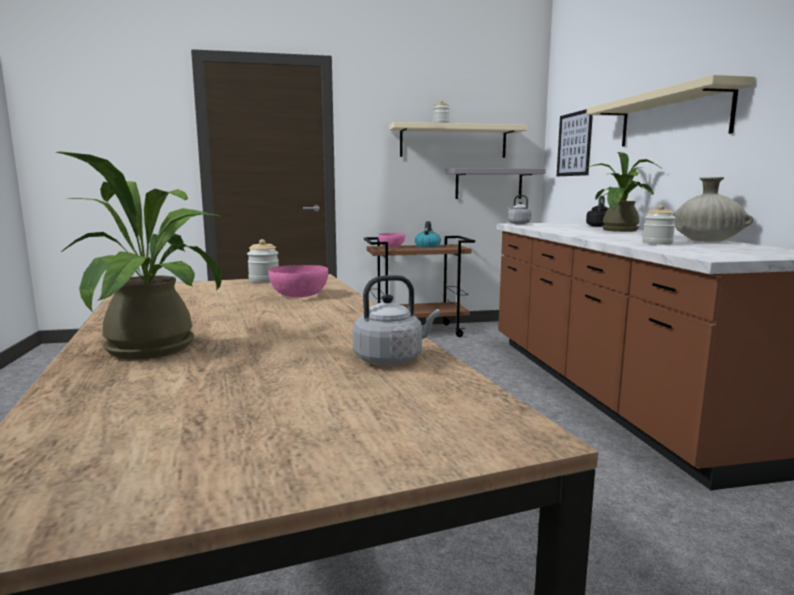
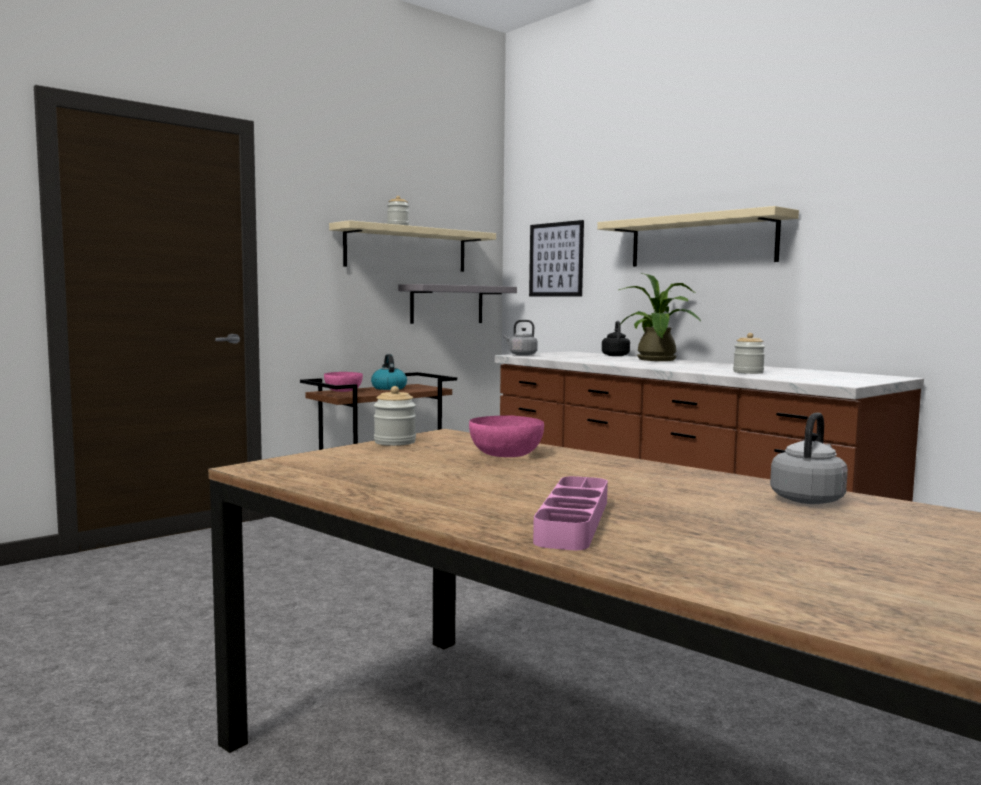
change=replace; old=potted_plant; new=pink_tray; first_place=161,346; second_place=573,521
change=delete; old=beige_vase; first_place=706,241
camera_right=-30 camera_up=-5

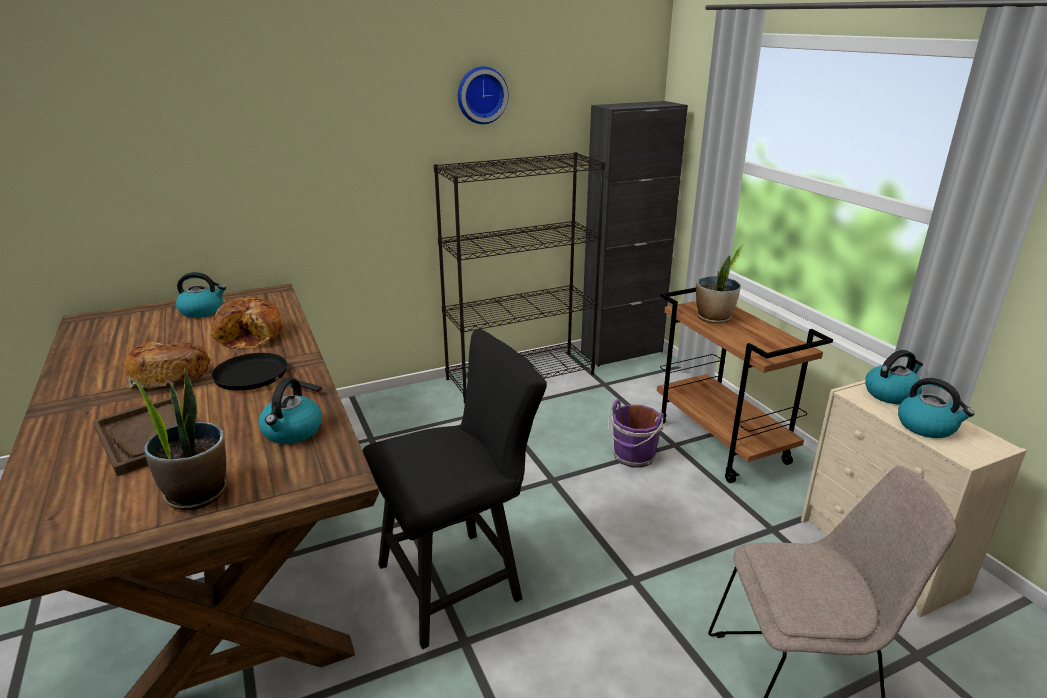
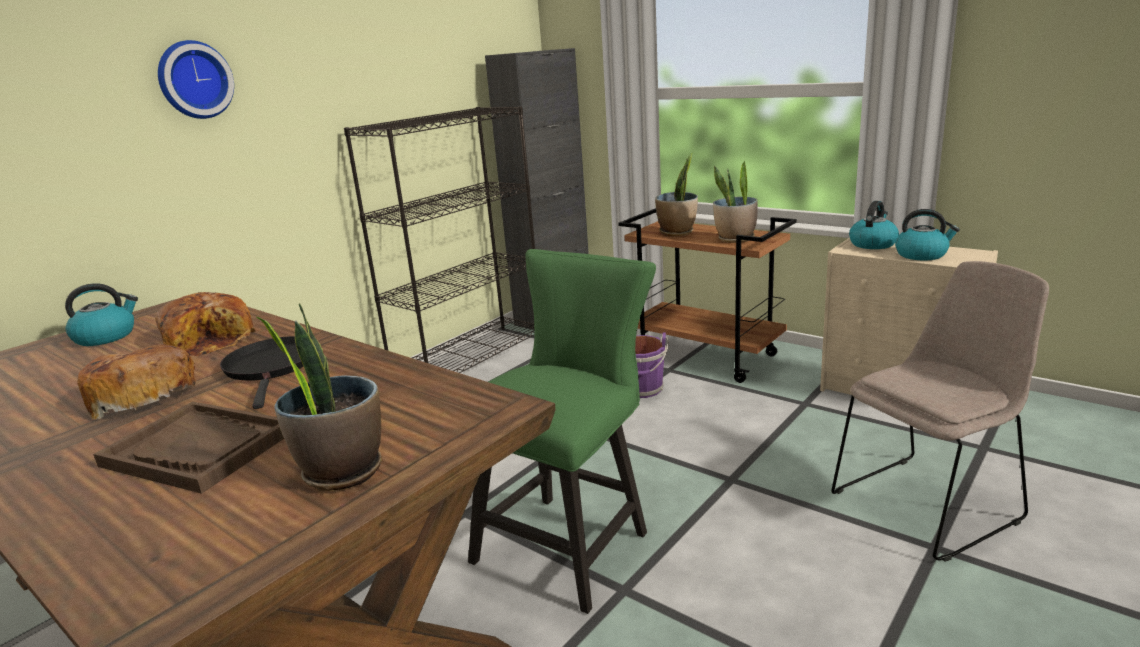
change=move; old=wall_clock; first_place=481,95; second_place=194,80
change=rotate; old=black_frying_pan; first_place=256,377; second_place=272,367; degrees=75
change=recolor; old=black_chair; new=green_chair; first_place=460,580; second_place=569,541
change=insert; new=potted_plant; second_place=735,239
change=delete; old=kettle; first_place=292,432
camera_right=-25 camera_up=-5

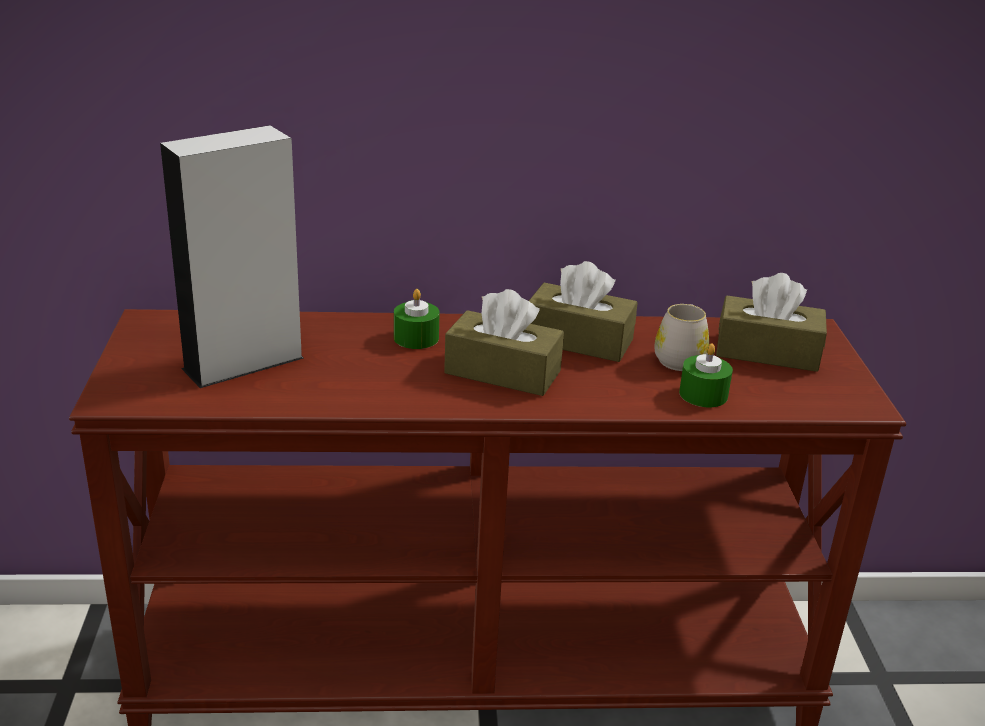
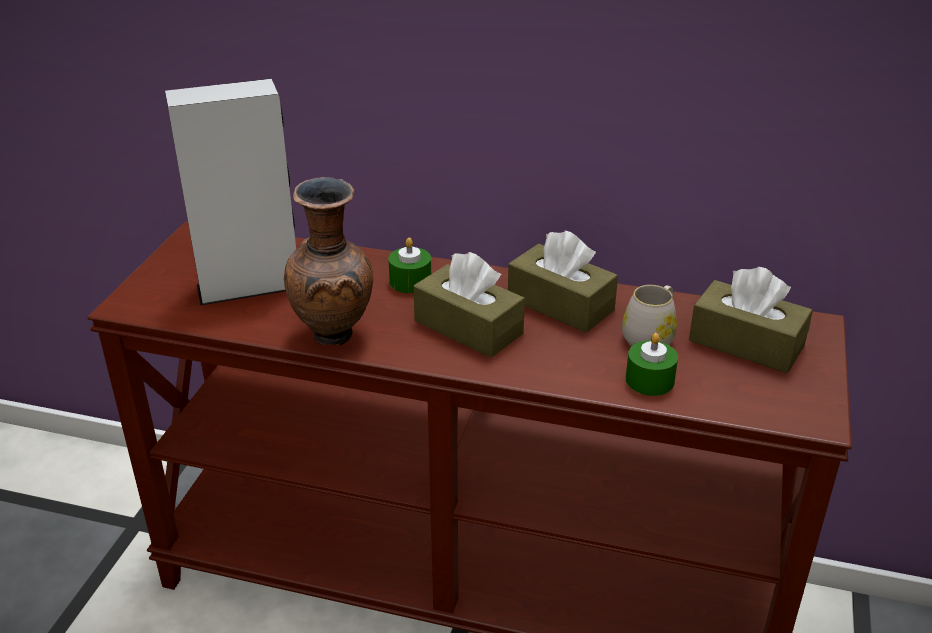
change=insert; new=brown_vase; second_place=335,337
camera_right=20 camera_up=5

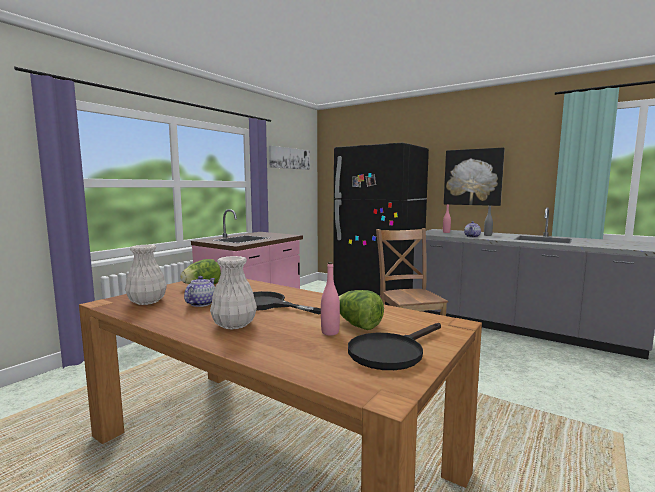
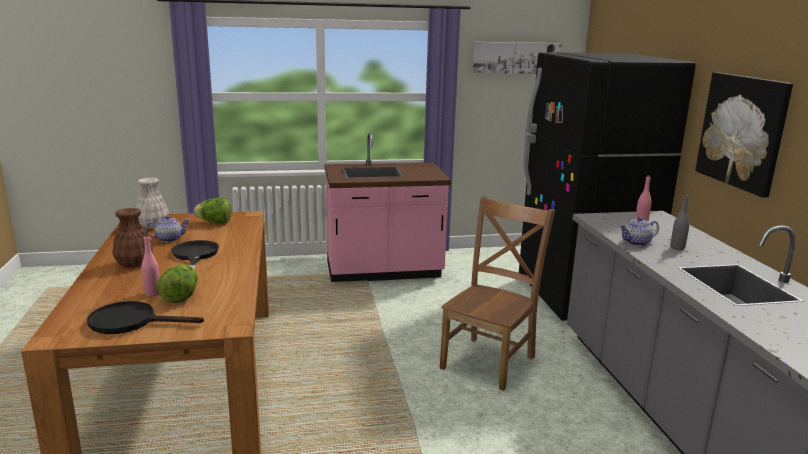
change=recolor; old=white_vase; new=brown_vase; first_place=235,325; second_place=134,264
camera_right=45 camera_up=10

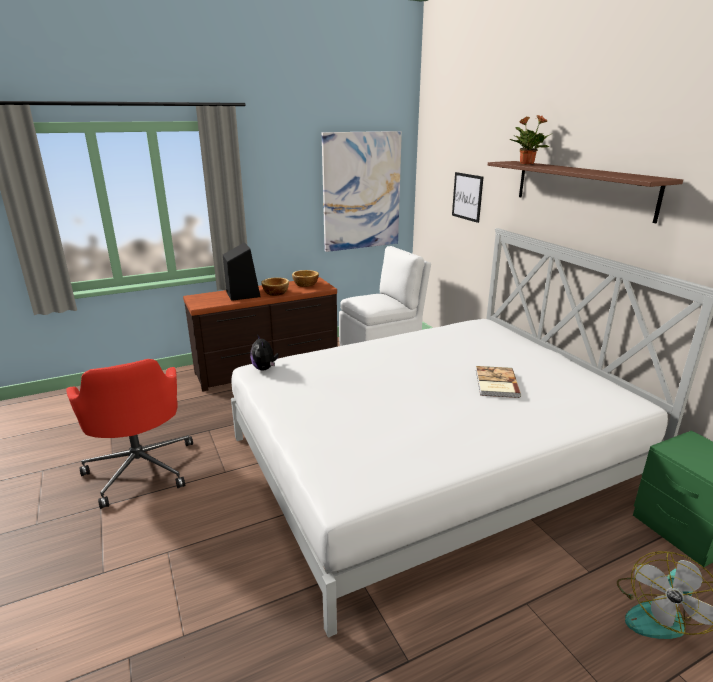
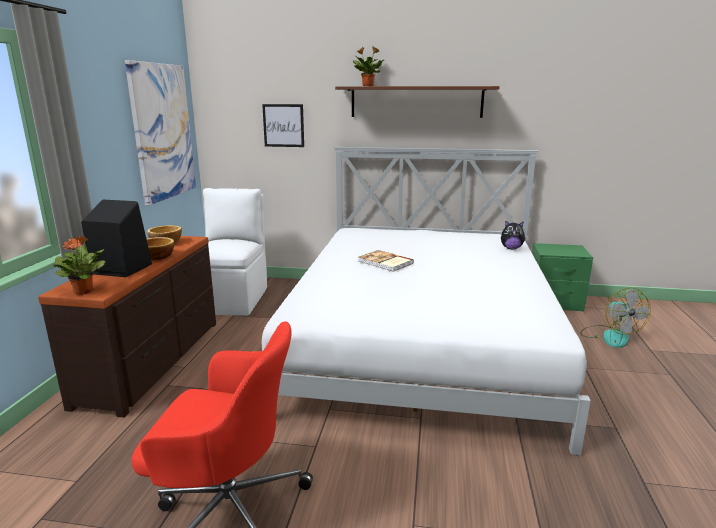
change=insert; new=potted_plant; second_place=84,291
change=move; old=book; first_place=495,383; second_place=385,262
change=move; old=plush_toy; first_place=265,368; second_place=511,248
camera_right=-55 camera_up=-5

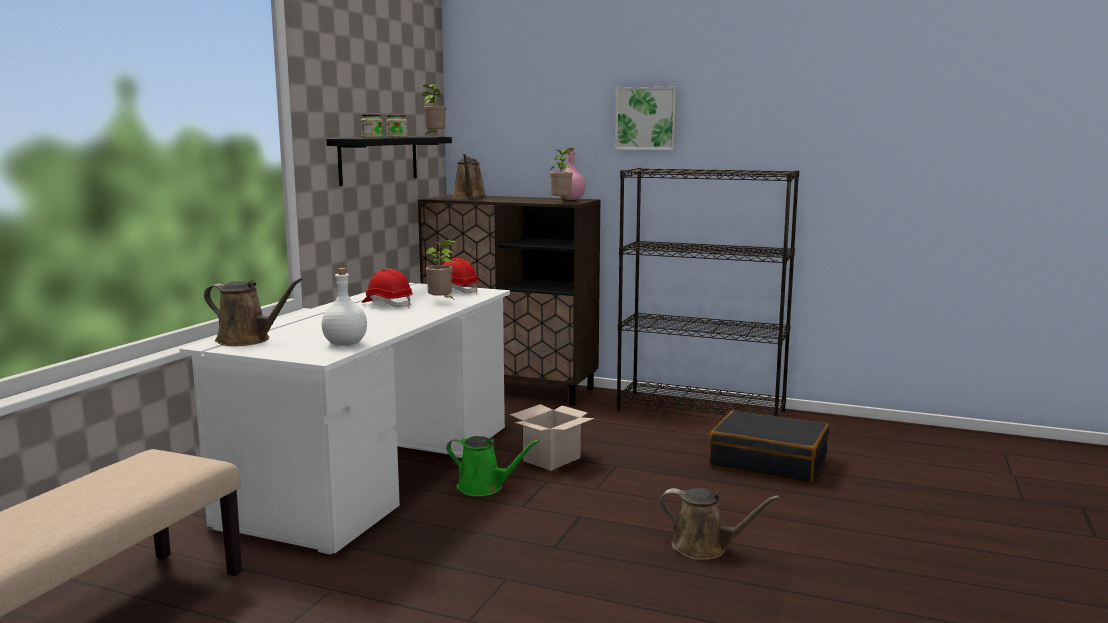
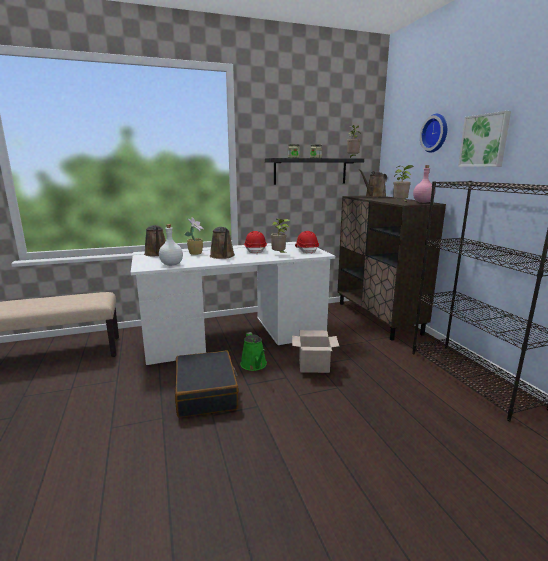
change=move; old=black_suitcase; first_place=768,462; second_place=206,392
change=insert; new=potted_plant; second_place=196,253
change=move; old=brown_watering_can; first_place=705,548; second_place=222,256
change=insert; new=wall_clock; second_place=436,133
camera_right=50 camera_up=5

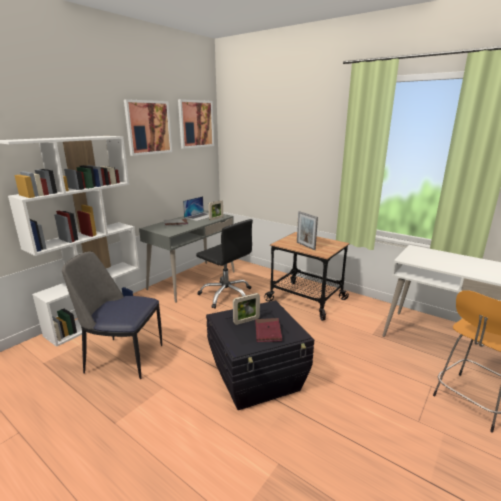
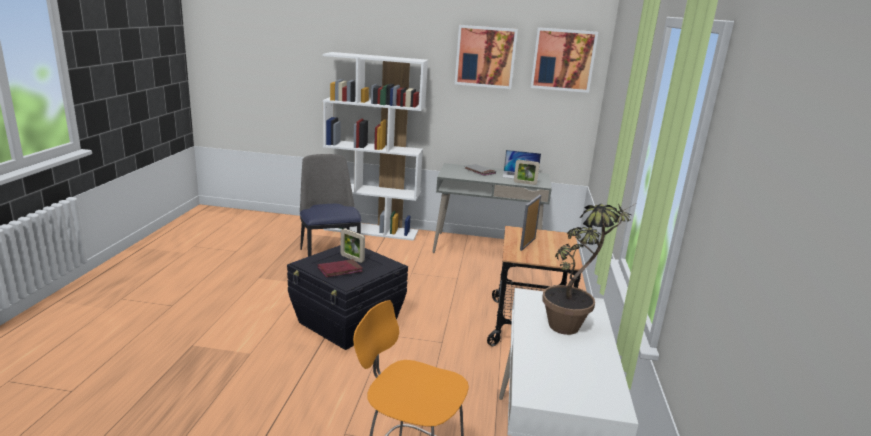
change=insert; new=potted_plant; second_place=572,324
change=delete; old=black_office_chair; first_place=226,295
camera_right=60 camera_up=0

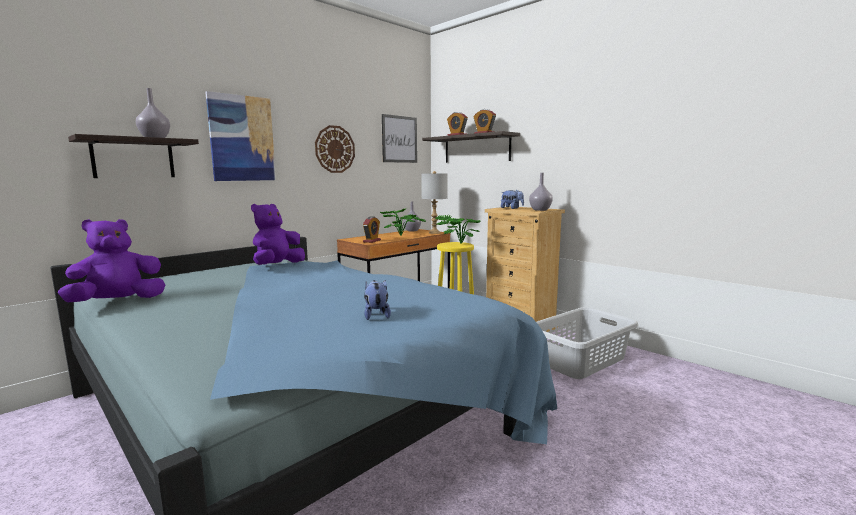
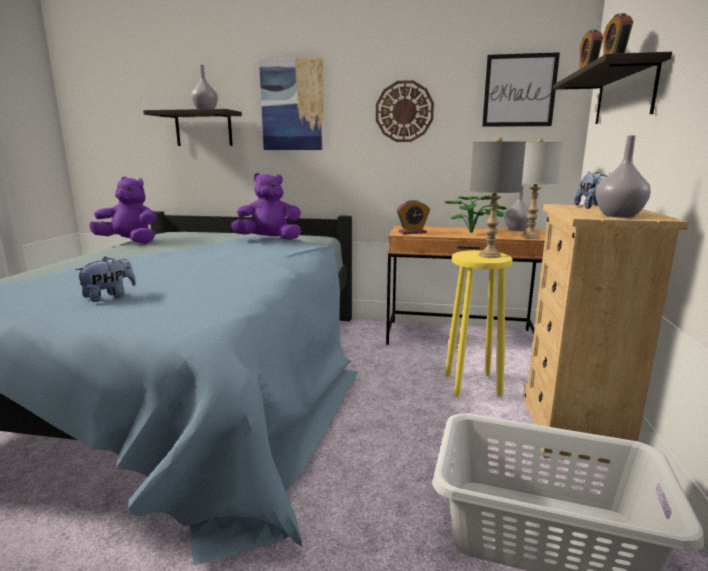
change=replace; old=potted_plant; new=grey_table_lamp; first_place=457,243; second_place=490,255
camera_right=55 camera_up=5

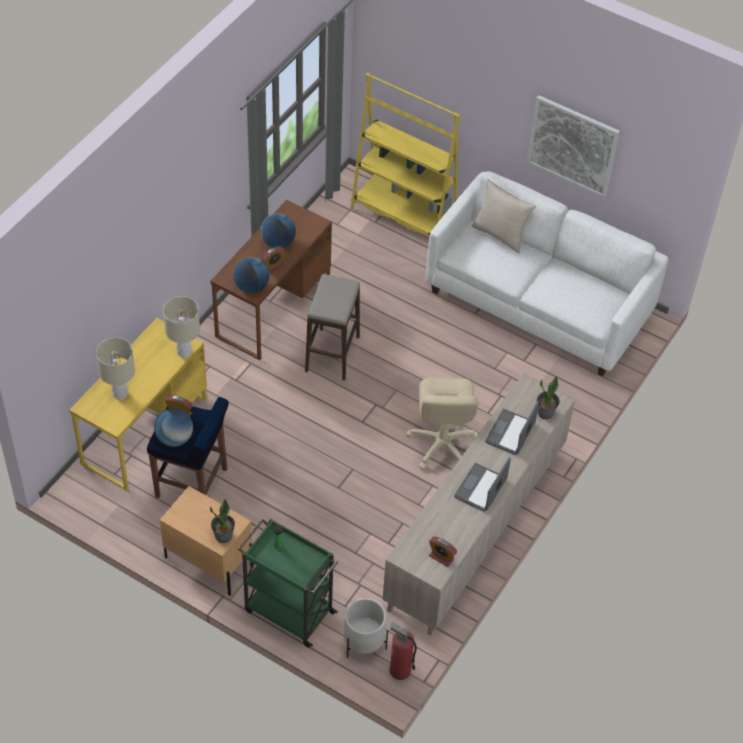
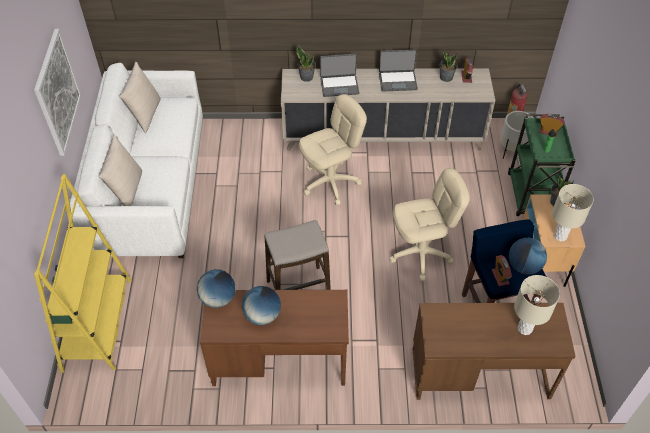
change=insert; new=beige_pillow; second_place=145,115
change=move; old=globe; first_place=251,287; second_place=218,298
change=insert; new=beige_office_chair; second_place=421,254
change=recolor; old=yellow_desk; new=brown_desk; first_place=145,431; second_place=479,373
change=insert; new=potted_plant; second_place=446,77
change=move; old=alarm_clock; first_place=273,266; second_place=548,132
change=move; old=beige_table_lamp; first_place=184,352; second_place=560,236
camera_right=-120 camera_up=0

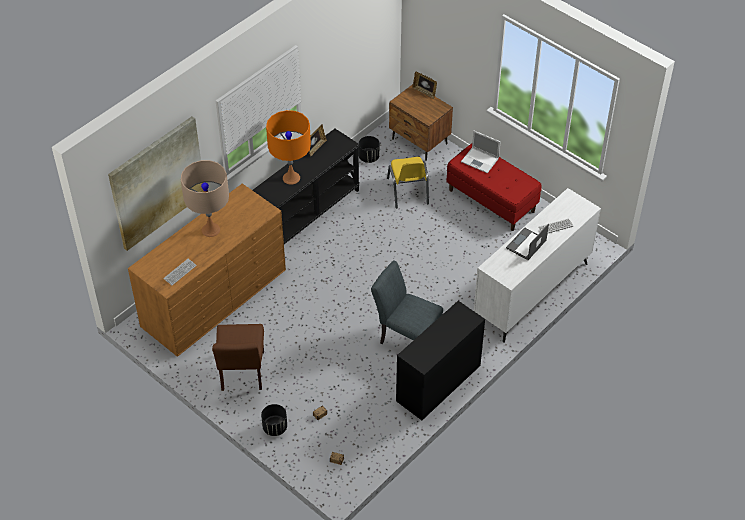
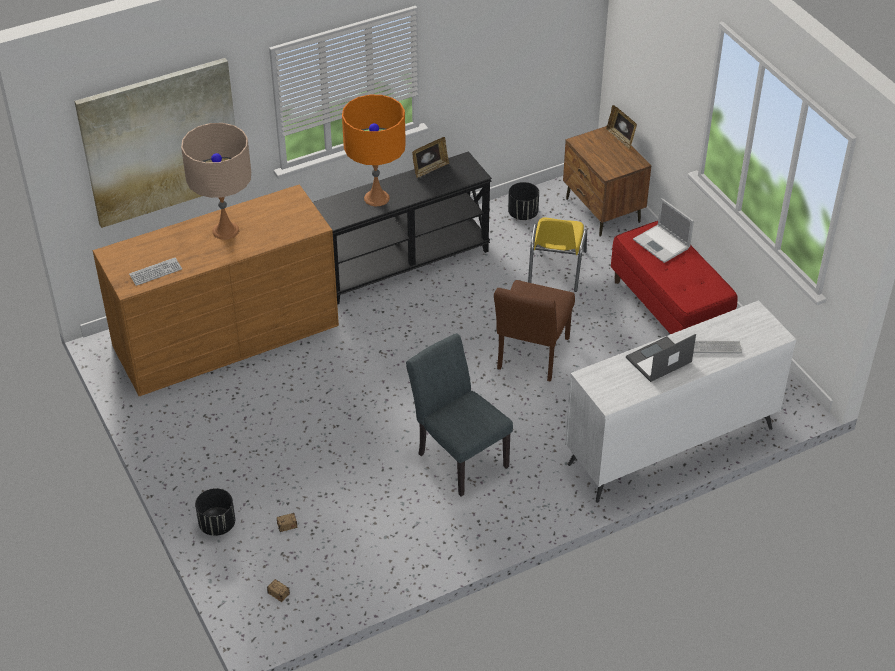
change=move; old=brown_chair; first_place=242,375; second_place=530,358
change=delete; old=black_desk; first_place=438,383
camera_right=20 camera_up=-5

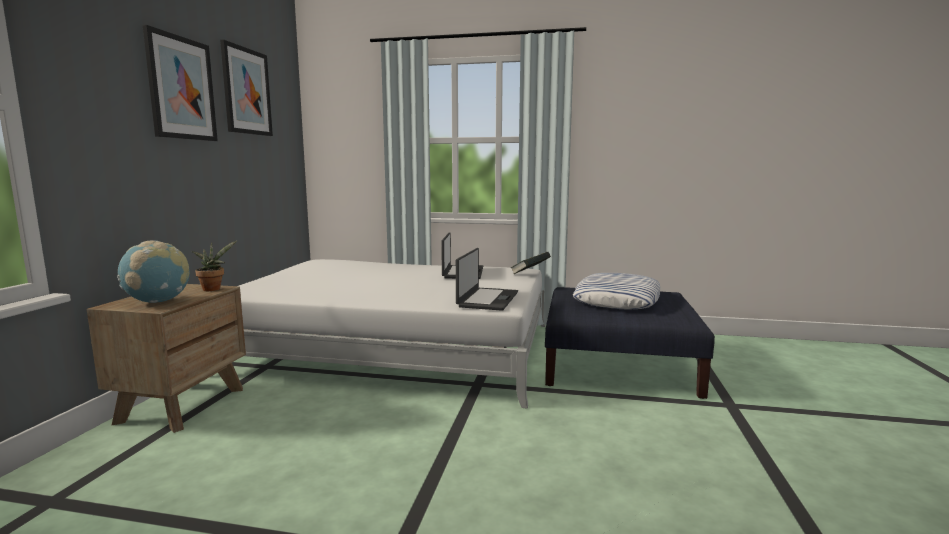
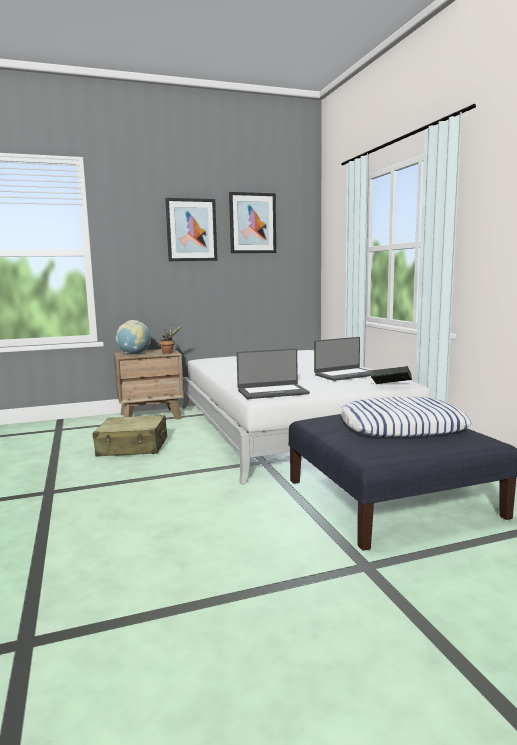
change=insert; new=beige_suitcase; second_place=133,447
camera_right=60 camera_up=0

